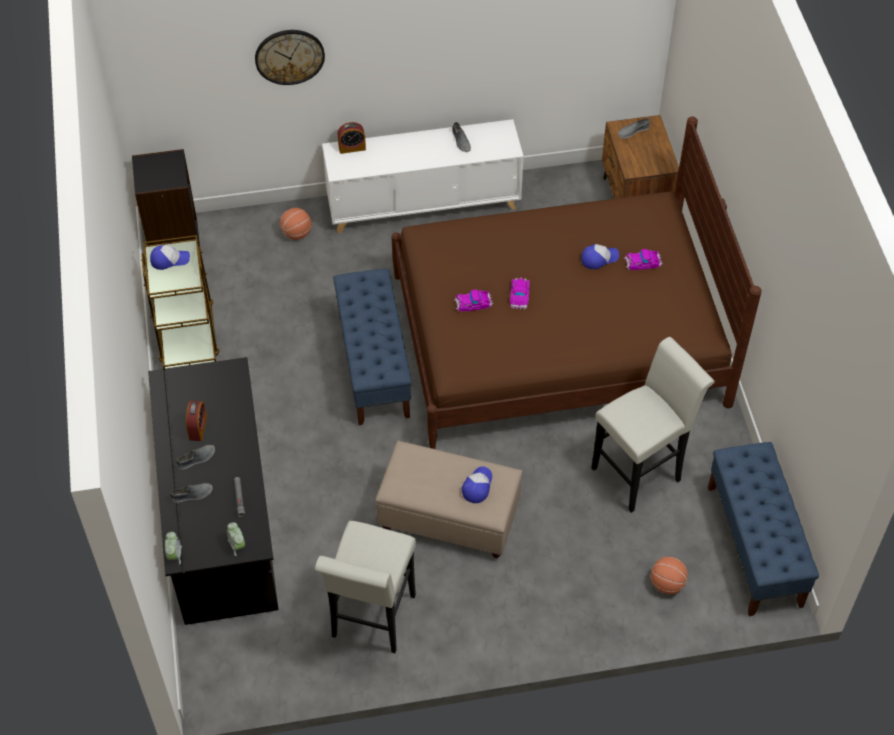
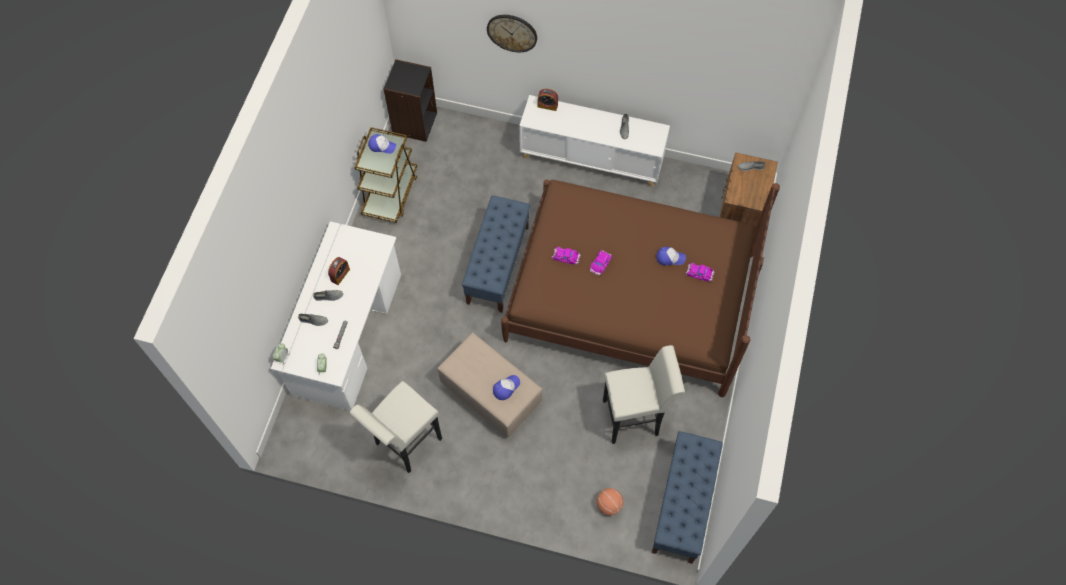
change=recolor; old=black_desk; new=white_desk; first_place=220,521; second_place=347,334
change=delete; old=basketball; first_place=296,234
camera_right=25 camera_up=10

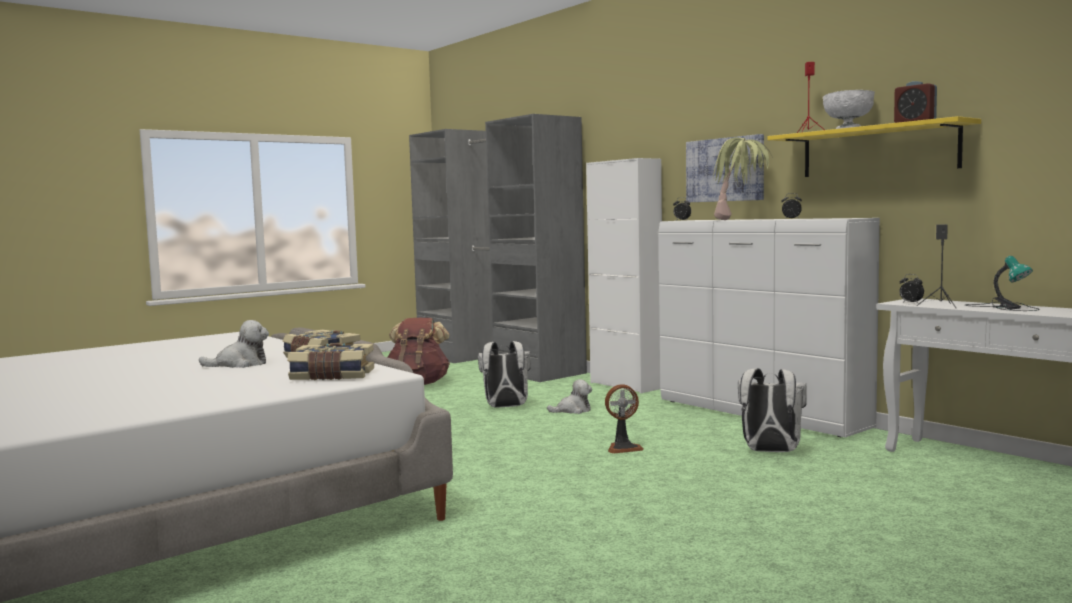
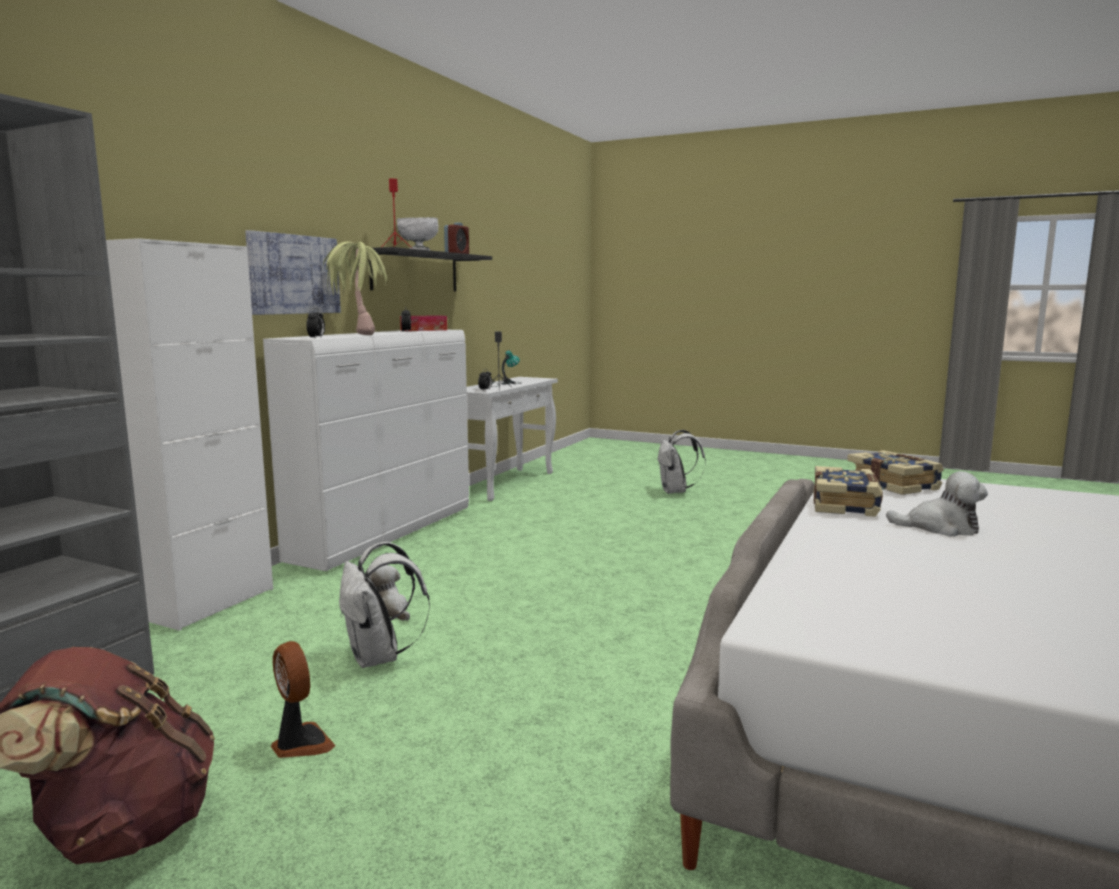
change=move; old=fan; first_place=623,448; second_place=300,744
change=recolor; old=yellow_shelf; new=black_shelf; first_place=878,151; second_place=415,272
change=insert; new=tissue_box; second_place=423,330
change=move; old=white_backpack; first_place=770,452; second_place=676,491
change=rotate; old=plush_toy; first_place=240,364; second_place=940,528; degrees=150
camera_right=-115 camera_up=5

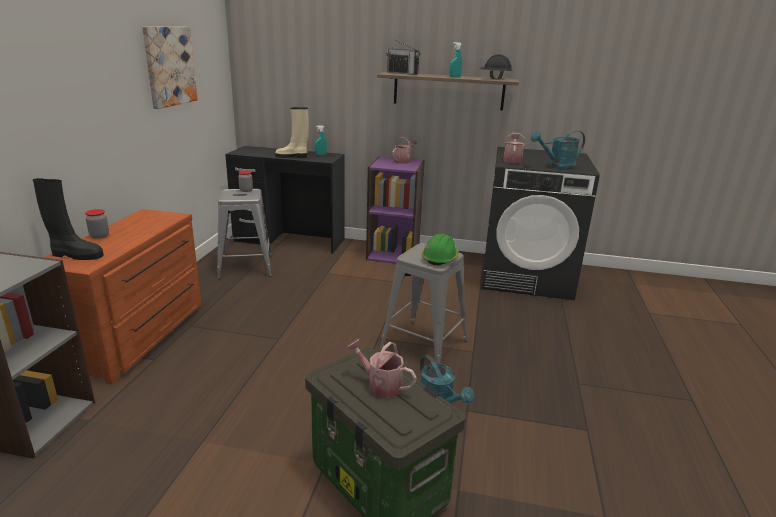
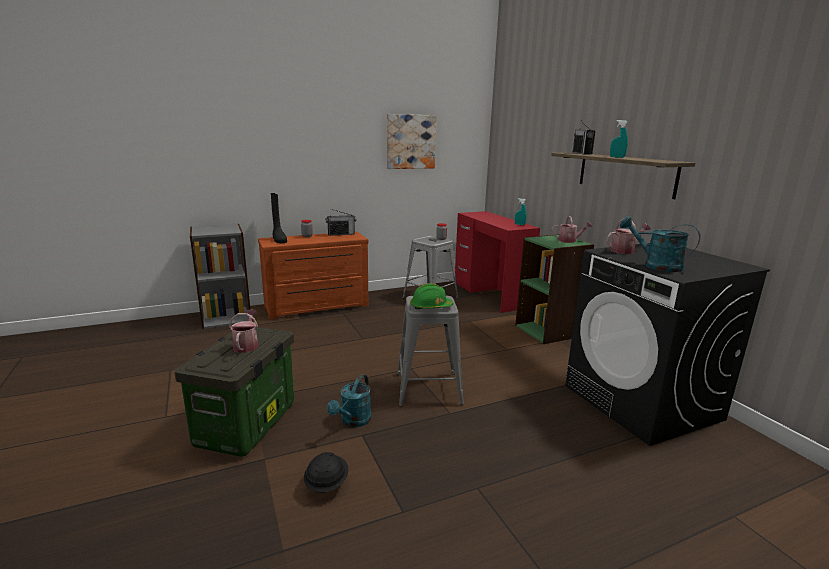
change=move; old=black_hard_hat; first_place=494,79; second_place=326,484
change=insert; new=radio; second_place=341,234
change=recolor; old=black_desk; new=red_desk; first_place=290,240; second_place=490,294
change=recolor; old=purple_bookcase; new=green_bookcase; first_place=393,253; second_place=547,331
change=delete; old=beige_boot; first_place=292,156
camera_right=55 camera_up=-5

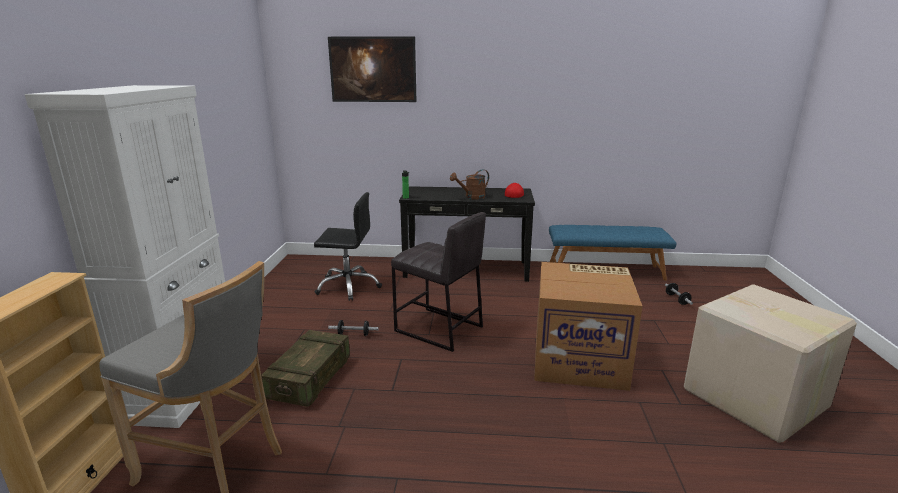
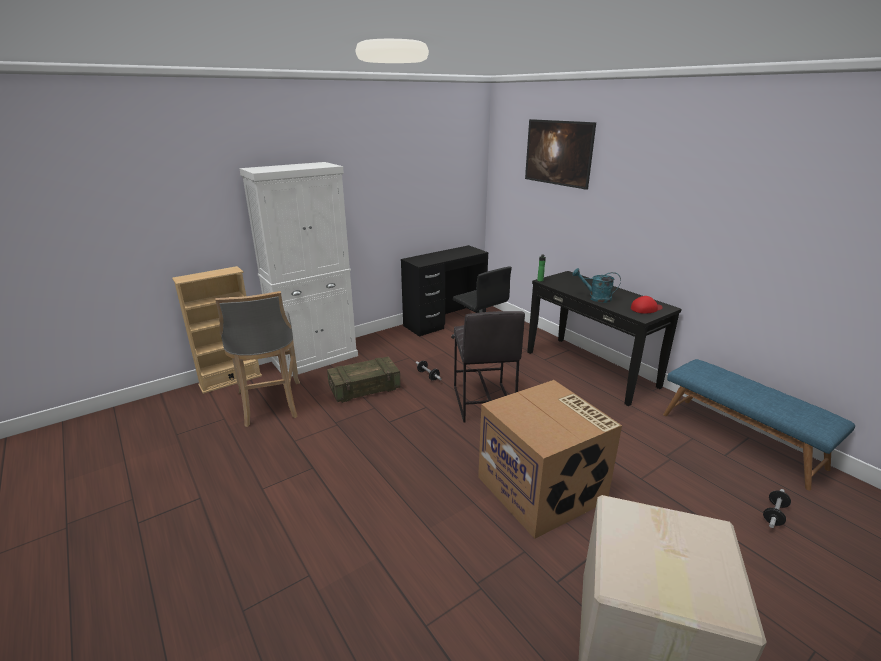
change=insert; new=black_desk; second_place=445,321
change=recolor; old=brown_watering_can; new=turquoise_watering_can; first_place=472,197; second_place=595,298
camera_right=50 camera_up=5

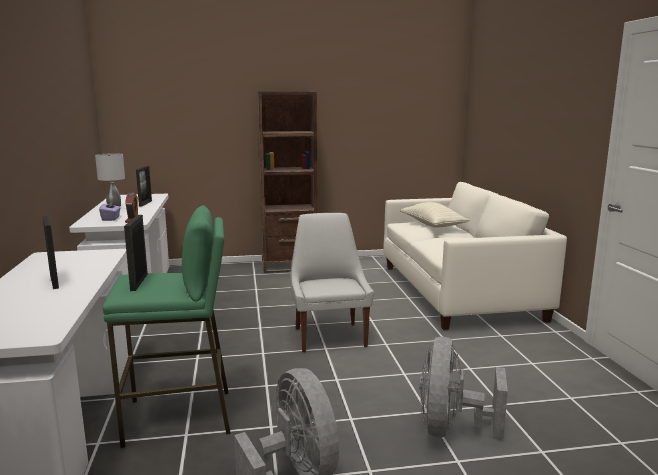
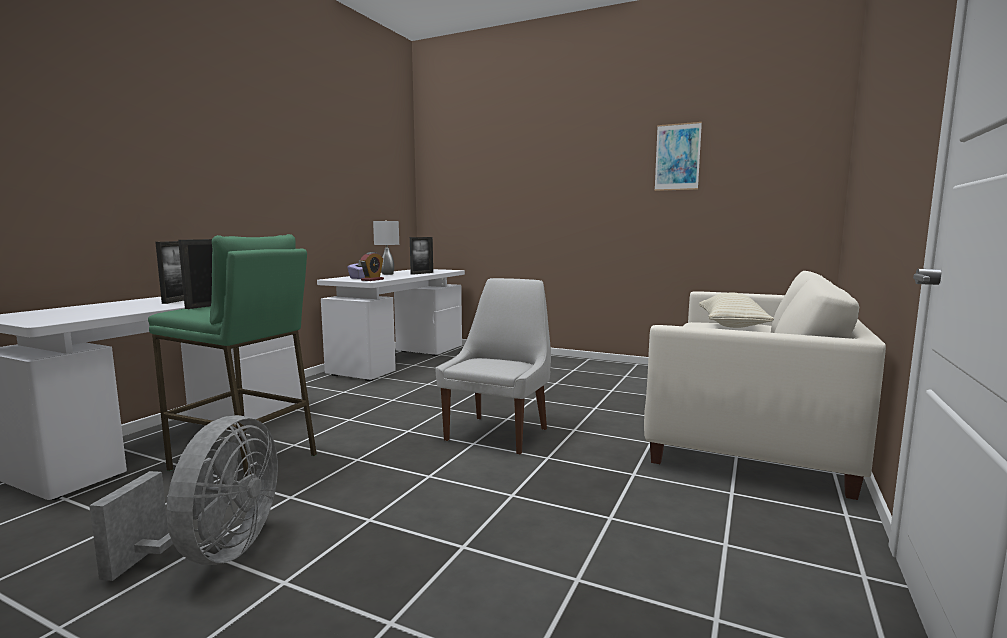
change=insert; new=picture; second_place=677,157
change=delete; old=brown_bookcase; first_place=289,266
change=delete; old=grey_fan; first_place=451,428
camera_right=35 camera_up=-5

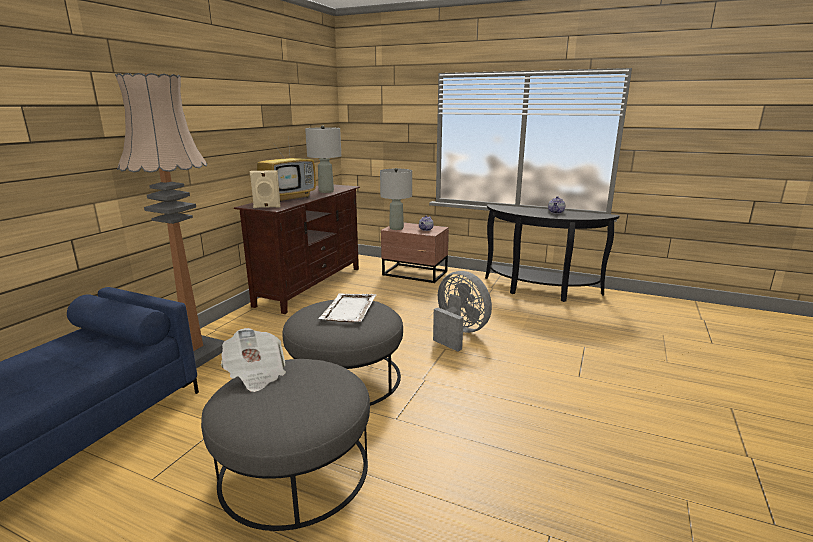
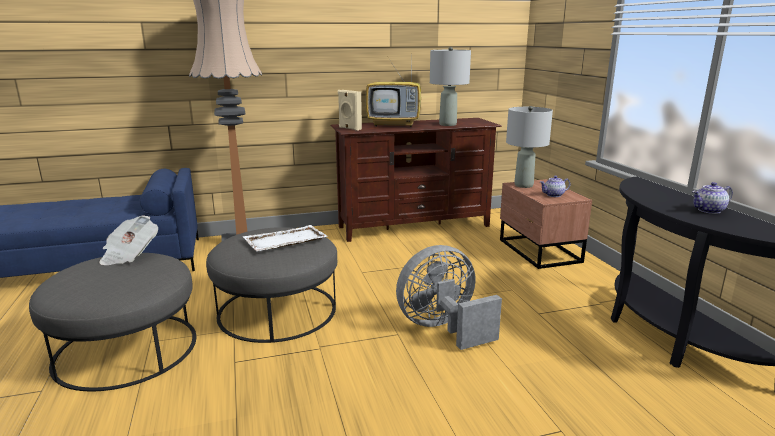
change=rotate; old=grey_fan; first_place=458,333; second_place=443,328; degrees=-120
camera_right=50 camera_up=0

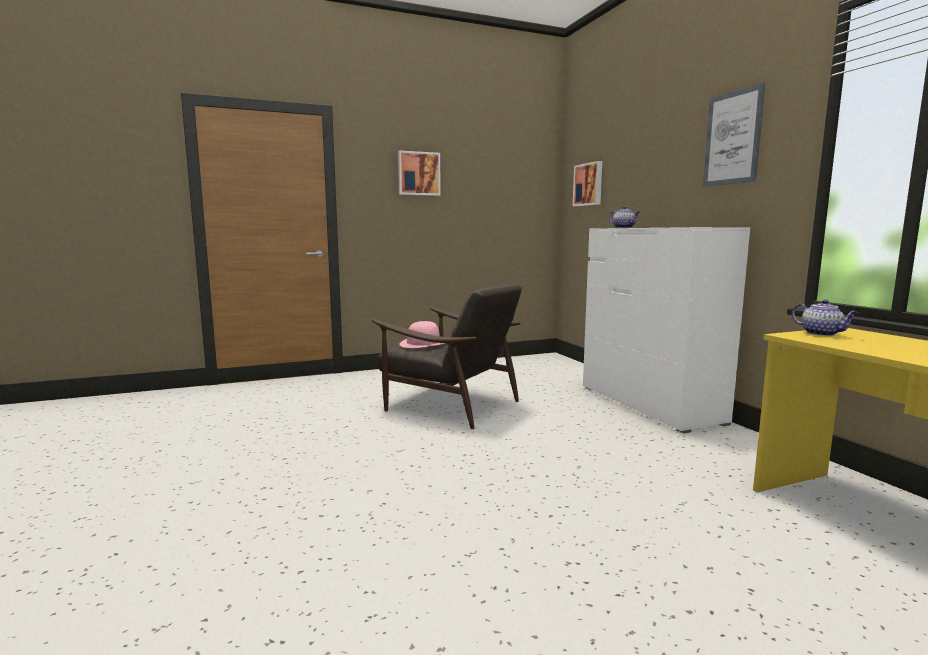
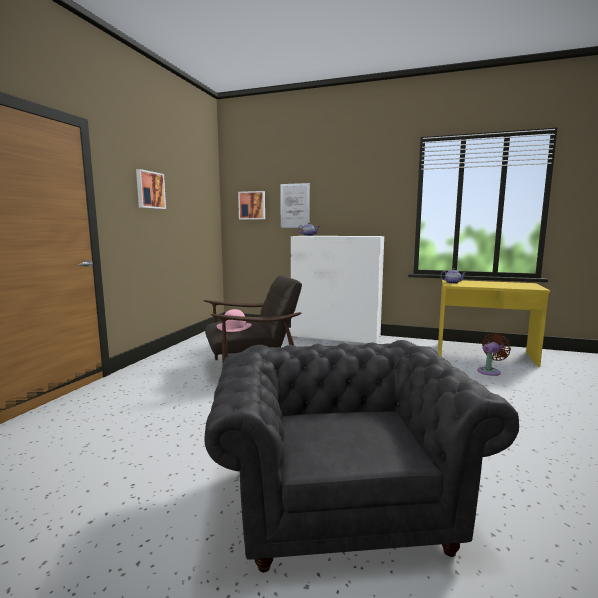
change=insert; new=grey_armchair; second_place=341,499
change=move; old=picture; first_place=732,138; second_place=295,205
change=insert; new=brown_fan; second_place=490,371
camera_right=-50 camera_up=0

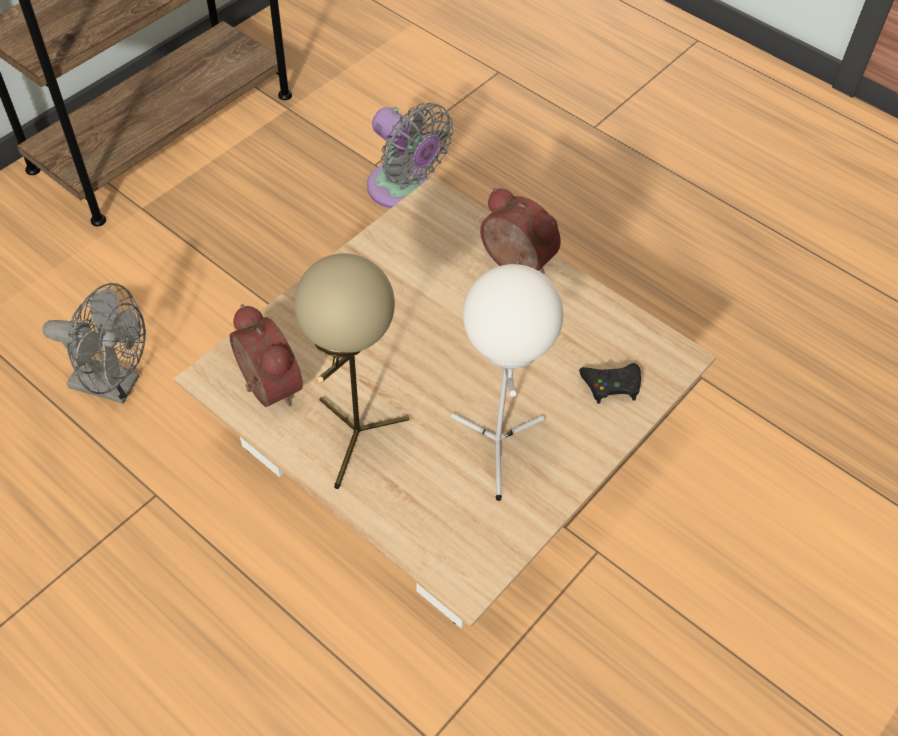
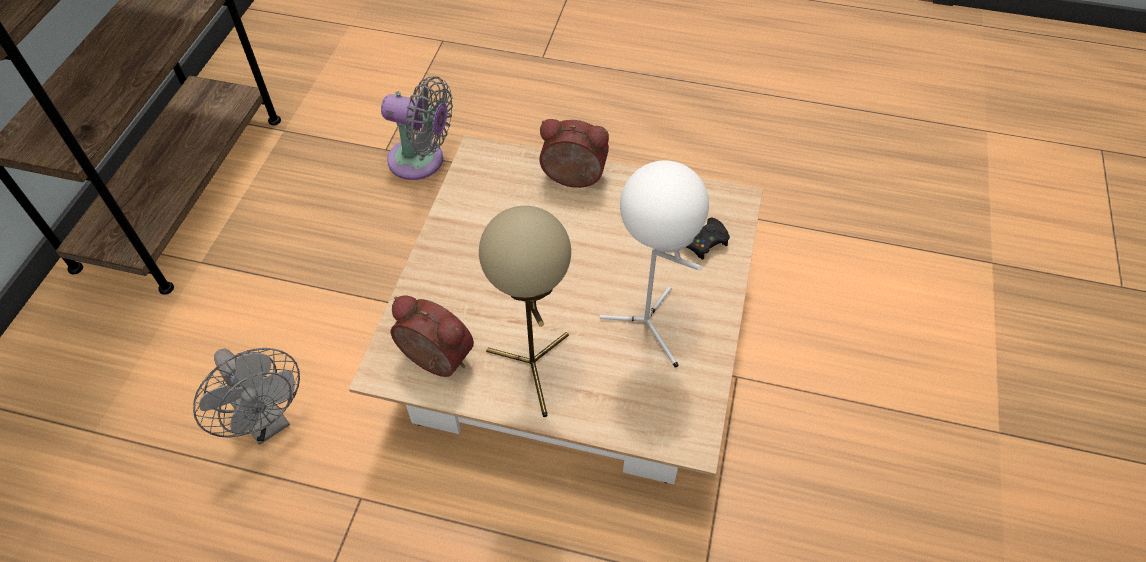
change=rotate; old=grey_fan; first_place=115,385; second_place=267,422; degrees=60
camera_right=-25 camera_up=0

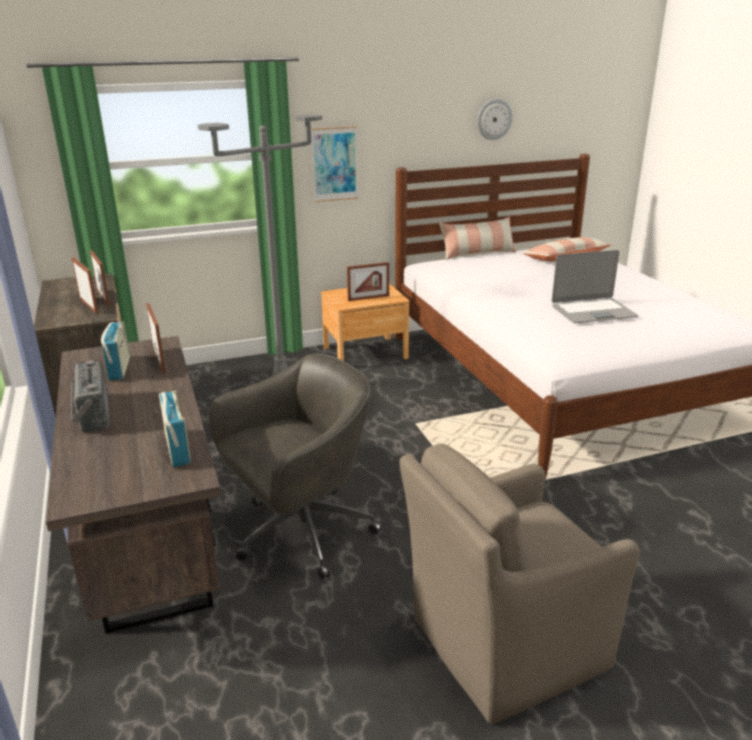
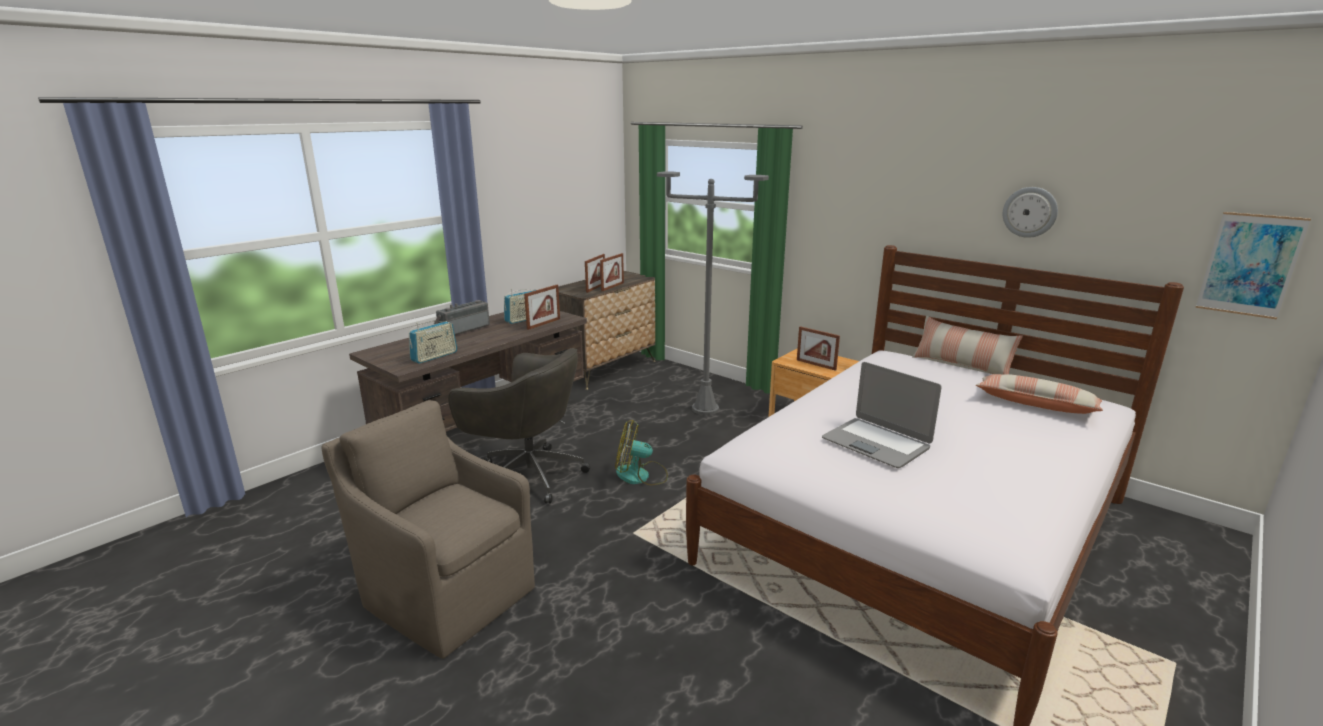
change=insert; new=fan; second_place=640,476
change=move; old=picture; first_place=335,164; second_place=1250,265
camera_right=60 camera_up=-5

